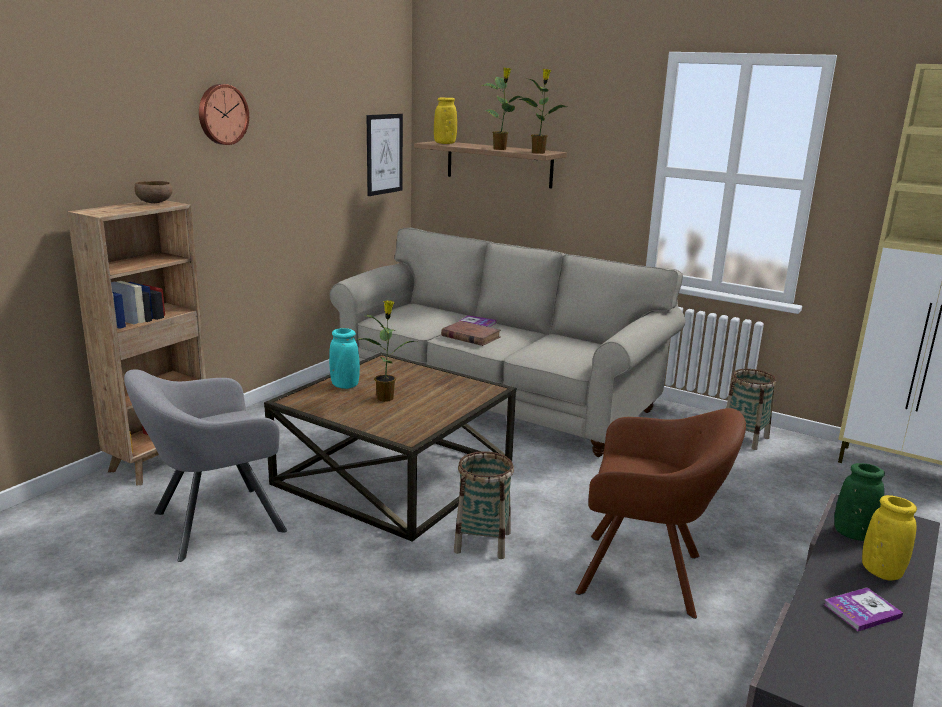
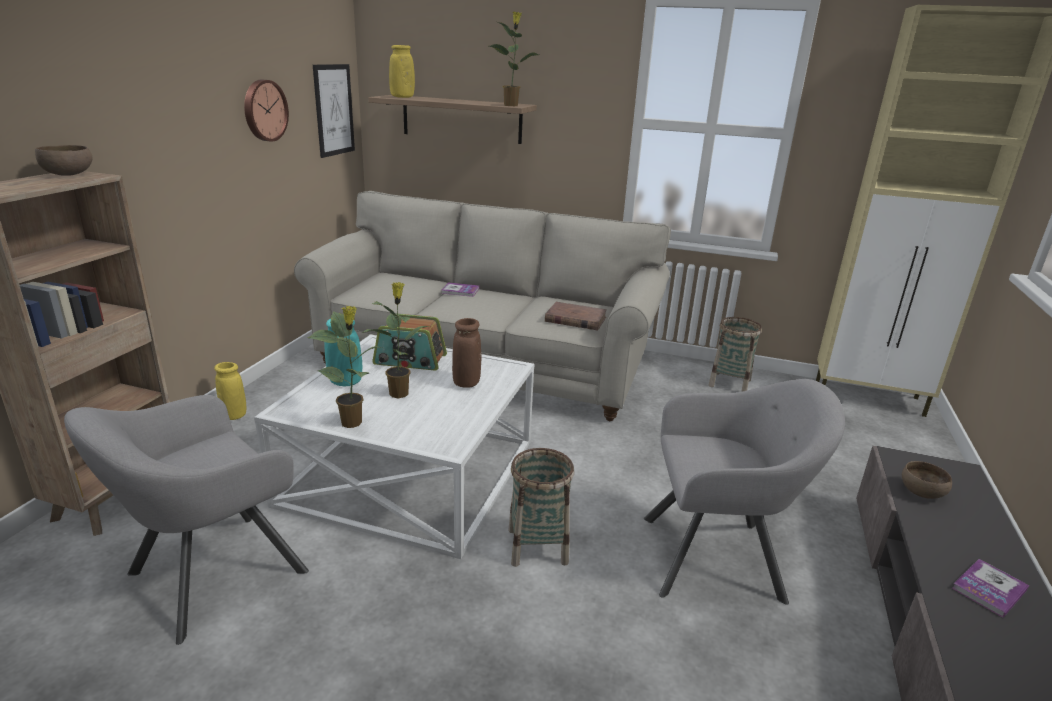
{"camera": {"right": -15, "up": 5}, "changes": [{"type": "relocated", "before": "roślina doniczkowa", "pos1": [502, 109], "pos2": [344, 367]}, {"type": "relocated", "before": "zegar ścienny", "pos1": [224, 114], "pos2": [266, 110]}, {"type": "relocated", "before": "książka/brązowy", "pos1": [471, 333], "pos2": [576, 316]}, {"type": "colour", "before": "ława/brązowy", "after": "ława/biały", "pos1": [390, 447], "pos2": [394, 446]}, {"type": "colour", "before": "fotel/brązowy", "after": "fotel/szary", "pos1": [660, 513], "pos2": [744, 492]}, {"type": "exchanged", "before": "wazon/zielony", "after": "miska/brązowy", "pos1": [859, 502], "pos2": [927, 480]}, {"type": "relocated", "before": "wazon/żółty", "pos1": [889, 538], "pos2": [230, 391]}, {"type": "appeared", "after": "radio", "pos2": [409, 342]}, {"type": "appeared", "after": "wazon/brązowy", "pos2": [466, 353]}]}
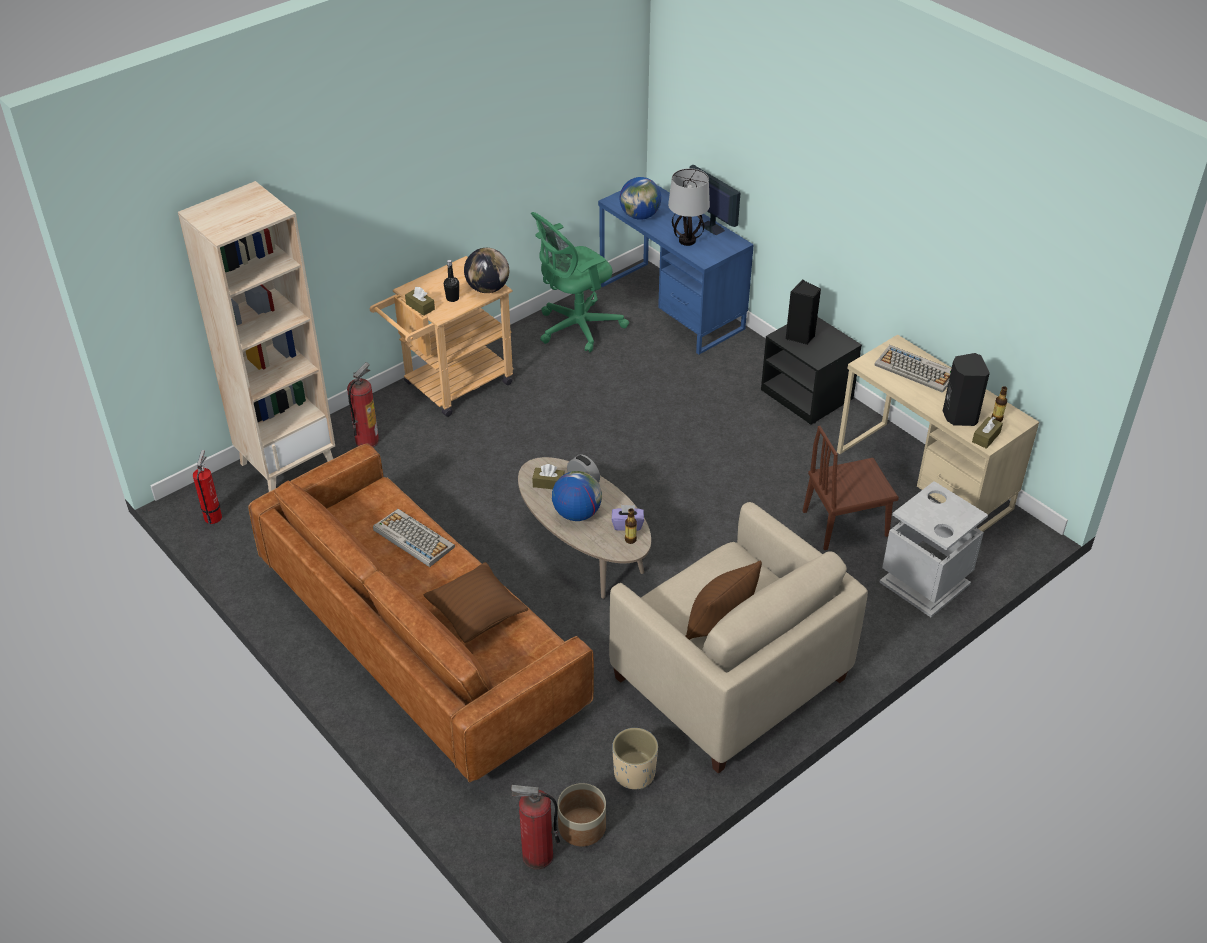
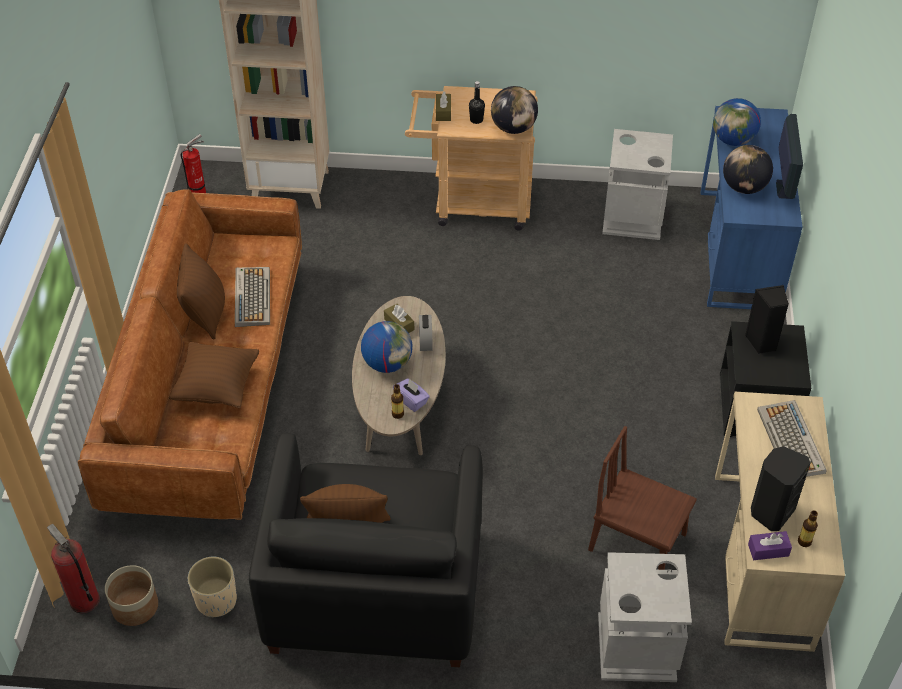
{"camera": {"right": 45, "up": 5}, "changes": [{"type": "exchanged", "before": "lampa stołowa", "after": "globus", "pos1": [689, 207], "pos2": [748, 169]}, {"type": "exchanged", "before": "krzesło biurowe/zielony", "after": "kosz na śmieci/szary", "pos1": [580, 282], "pos2": [637, 184]}, {"type": "missing", "before": "gaśnica", "pos1": [363, 404]}, {"type": "colour", "before": "pudełko chusteczek/brązowy", "after": "pudełko chusteczek/fioletowy", "pos1": [987, 433], "pos2": [770, 545]}, {"type": "colour", "before": "fotel/beżowy", "after": "fotel/czarny", "pos1": [738, 638], "pos2": [366, 550]}, {"type": "appeared", "after": "poduszka/brązowy", "pos2": [201, 291]}]}
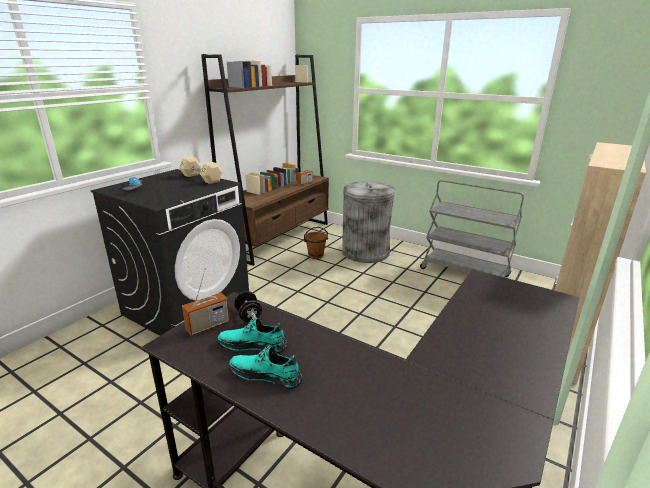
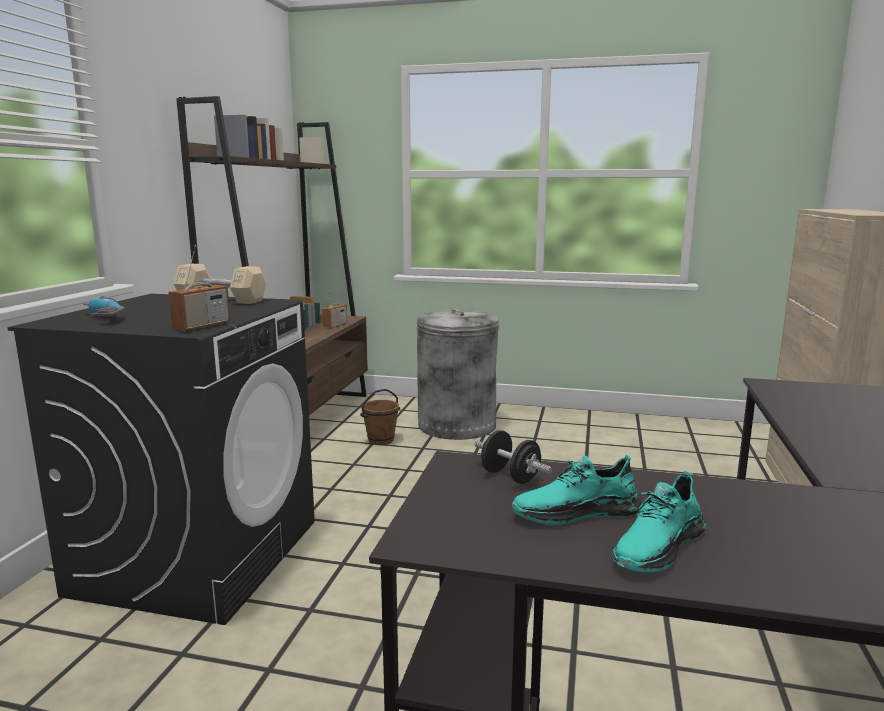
{"camera": {"right": -20, "up": -10}, "changes": [{"type": "missing", "before": "wózek/szary", "pos1": [472, 228]}, {"type": "relocated", "before": "radio", "pos1": [206, 302], "pos2": [199, 288]}, {"type": "spun", "before": "but/turkusowy", "pos1": [266, 367], "pos2": [659, 521], "turn": -45}]}
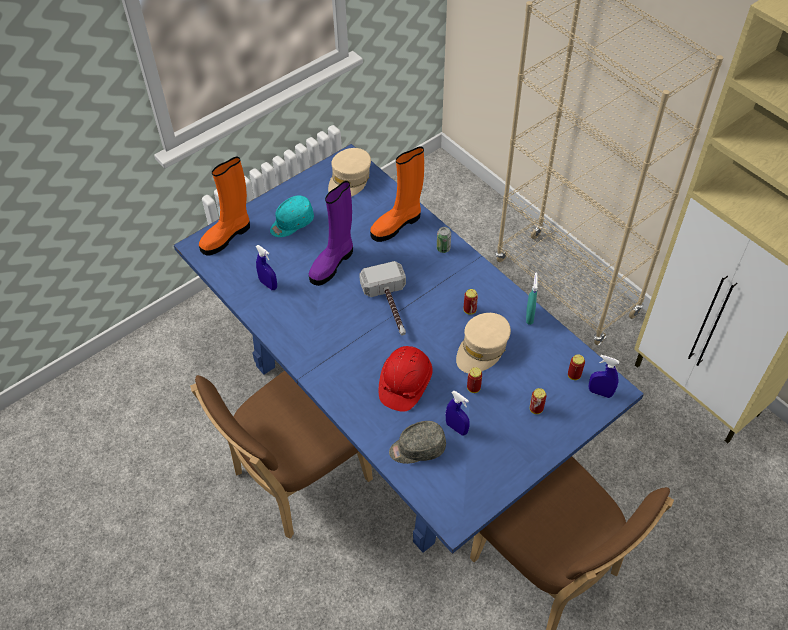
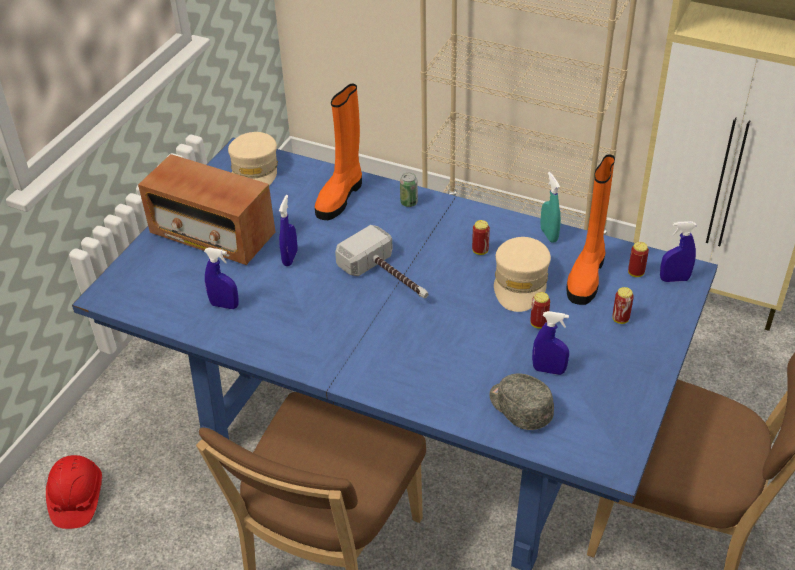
{"camera": {"right": -25, "up": -10}, "changes": [{"type": "relocated", "before": "but z cholewką/pomarańczowy", "pos1": [224, 206], "pos2": [590, 229]}, {"type": "exchanged", "before": "but z cholewką/fioletowy", "after": "spryskiwacz/niebieski", "pos1": [331, 233], "pos2": [288, 230]}, {"type": "exchanged", "before": "czapka z daszkiem/turkusowy", "after": "radio", "pos1": [292, 216], "pos2": [207, 209]}, {"type": "relocated", "before": "kask/czerwony", "pos1": [406, 379], "pos2": [74, 492]}, {"type": "spun", "before": "czapka z daszkiem/szary", "pos1": [417, 442], "pos2": [522, 401], "turn": 90}]}
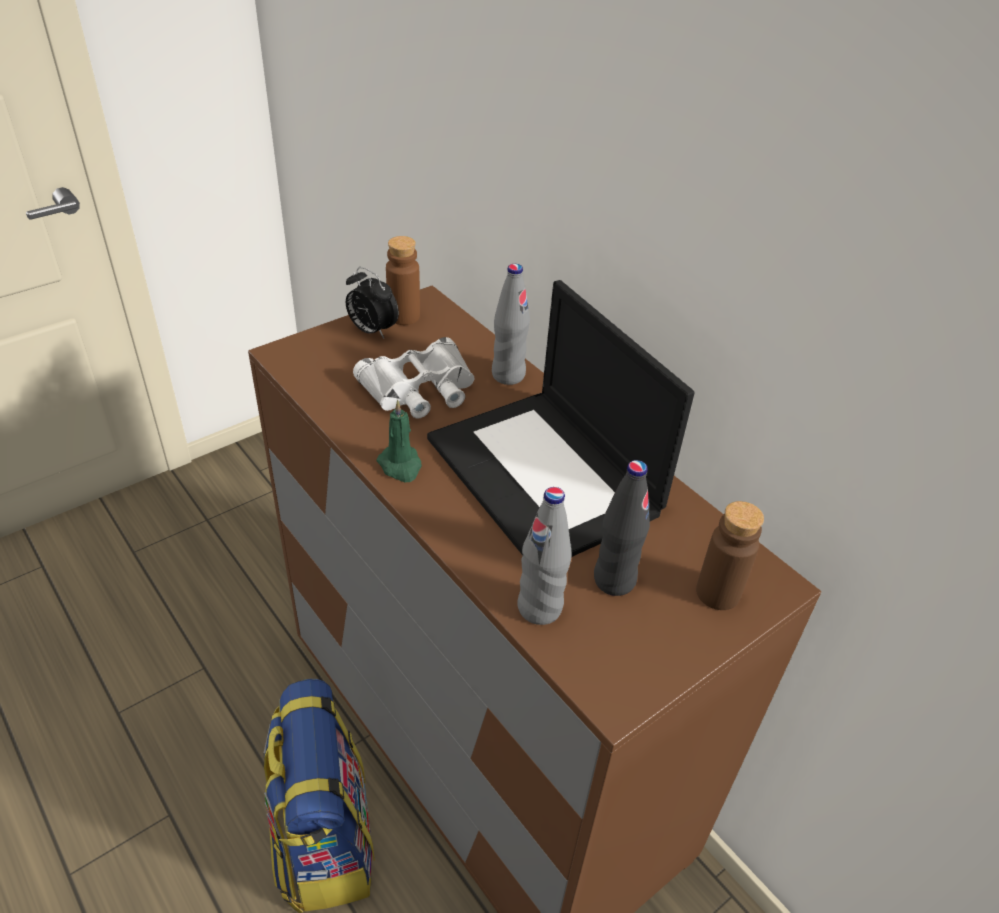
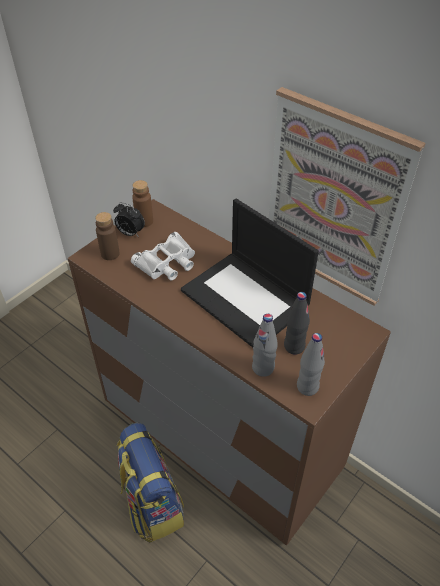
{"camera": {"right": -10, "up": 5}, "changes": [{"type": "relocated", "before": "butelka/szary", "pos1": [511, 324], "pos2": [311, 364]}, {"type": "missing", "before": "świeca/zielony", "pos1": [399, 441]}, {"type": "relocated", "before": "butelka/brązowy", "pos1": [730, 555], "pos2": [107, 236]}, {"type": "appeared", "after": "obraz", "pos2": [346, 196]}]}
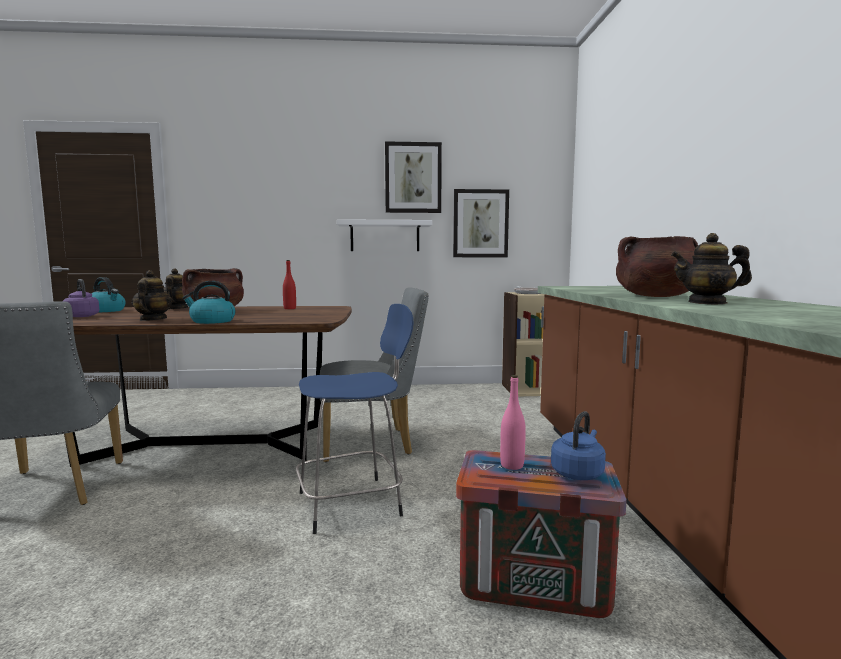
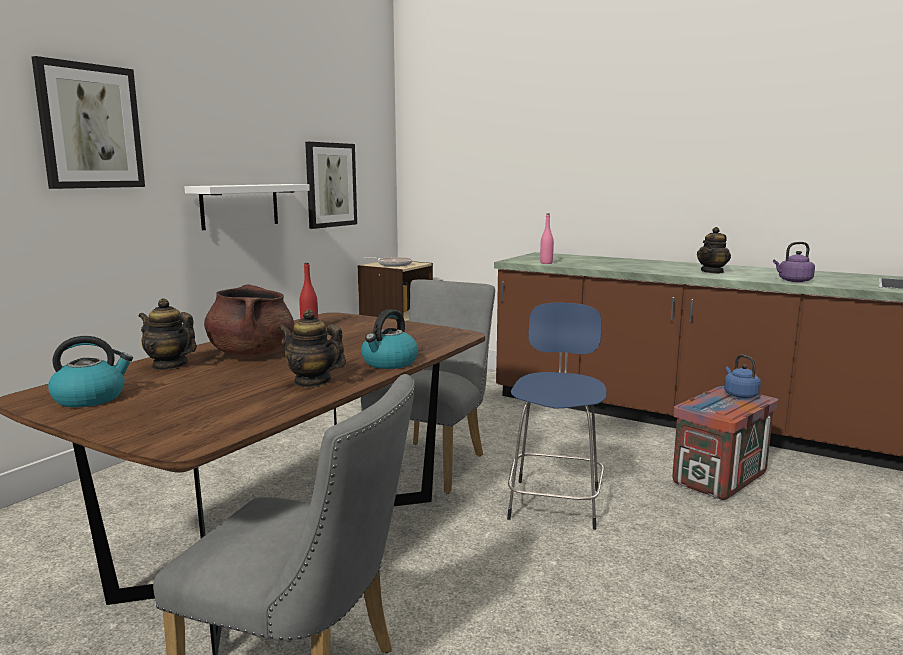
{"camera": {"right": -55, "up": 5}, "changes": [{"type": "relocated", "before": "obraz", "pos1": [413, 177], "pos2": [88, 122]}, {"type": "missing", "before": "garnek/brązowy", "pos1": [657, 266]}, {"type": "relocated", "before": "czajnik/fioletowy", "pos1": [81, 298], "pos2": [794, 262]}, {"type": "relocated", "before": "butelka/różowy", "pos1": [513, 422], "pos2": [547, 239]}]}
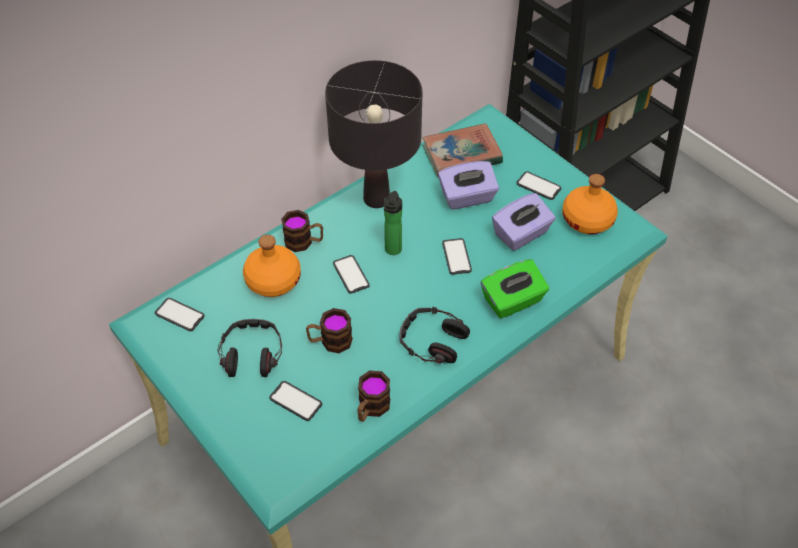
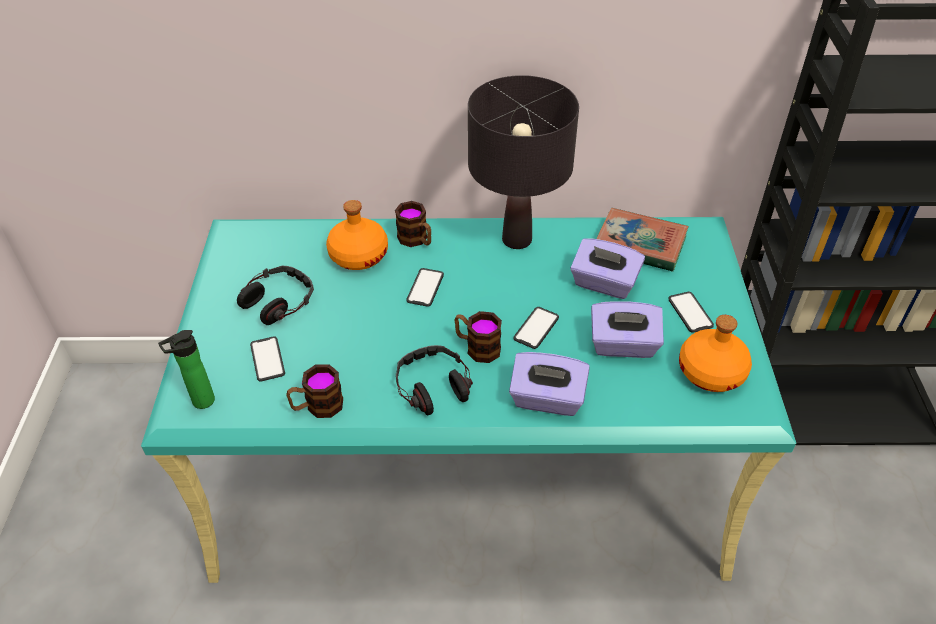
{"camera": {"right": 40, "up": -5}, "changes": [{"type": "relocated", "before": "butelka", "pos1": [393, 223], "pos2": [186, 369]}, {"type": "colour", "before": "pudełko chusteczek/zielony", "after": "pudełko chusteczek/fioletowy", "pos1": [515, 288], "pos2": [549, 384]}, {"type": "missing", "before": "telefon", "pos1": [180, 314]}, {"type": "relocated", "before": "kubek", "pos1": [329, 330], "pos2": [478, 337]}]}
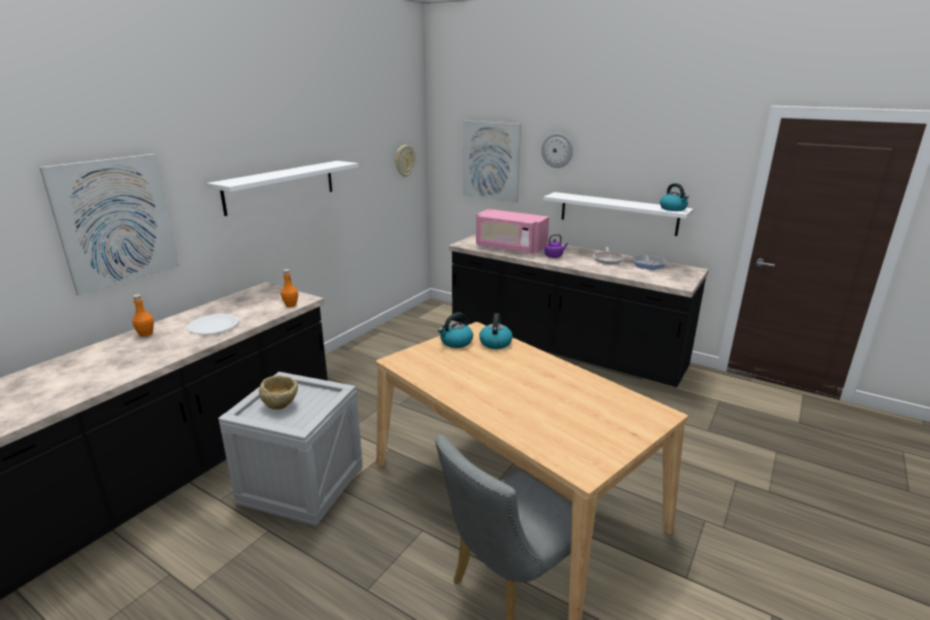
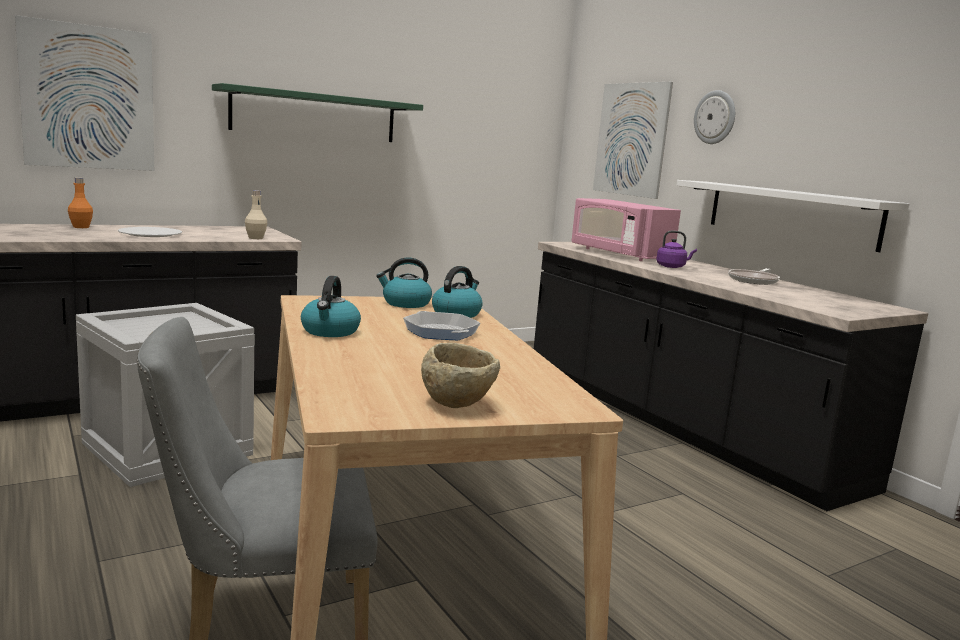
{"camera": {"right": 25, "up": -10}, "changes": [{"type": "missing", "before": "zegar ścienny", "pos1": [405, 161]}, {"type": "colour", "before": "półka/biały", "after": "półka/zielony", "pos1": [283, 188], "pos2": [317, 112]}, {"type": "relocated", "before": "czajnik", "pos1": [674, 197], "pos2": [331, 306]}, {"type": "relocated", "before": "patelnia", "pos1": [649, 262], "pos2": [441, 325]}, {"type": "colour", "before": "butelka/pomarańczowy", "after": "butelka/beżowy", "pos1": [289, 288], "pos2": [256, 214]}, {"type": "relocated", "before": "miska/beżowy", "pos1": [278, 392], "pos2": [460, 375]}]}
